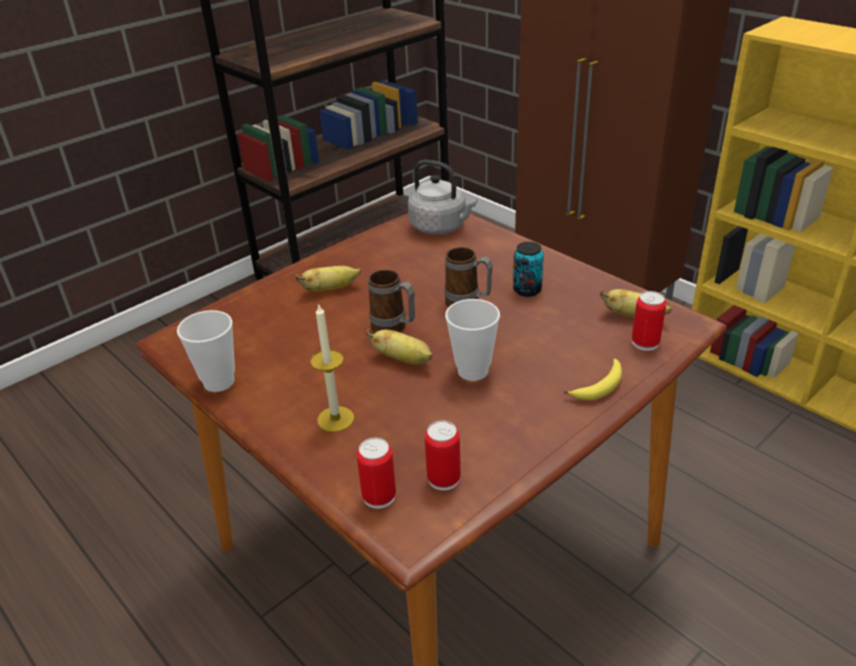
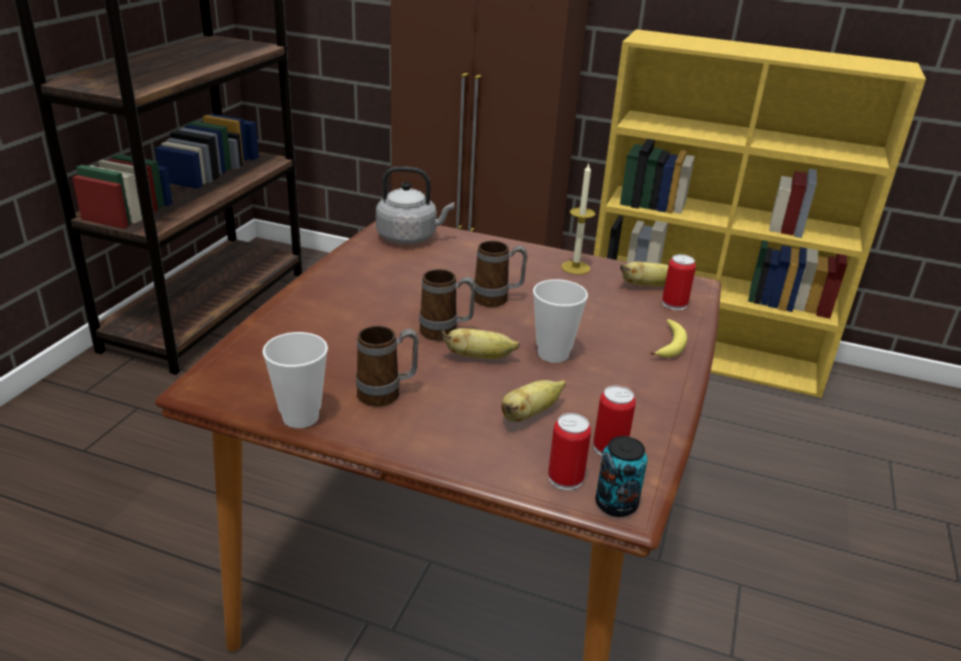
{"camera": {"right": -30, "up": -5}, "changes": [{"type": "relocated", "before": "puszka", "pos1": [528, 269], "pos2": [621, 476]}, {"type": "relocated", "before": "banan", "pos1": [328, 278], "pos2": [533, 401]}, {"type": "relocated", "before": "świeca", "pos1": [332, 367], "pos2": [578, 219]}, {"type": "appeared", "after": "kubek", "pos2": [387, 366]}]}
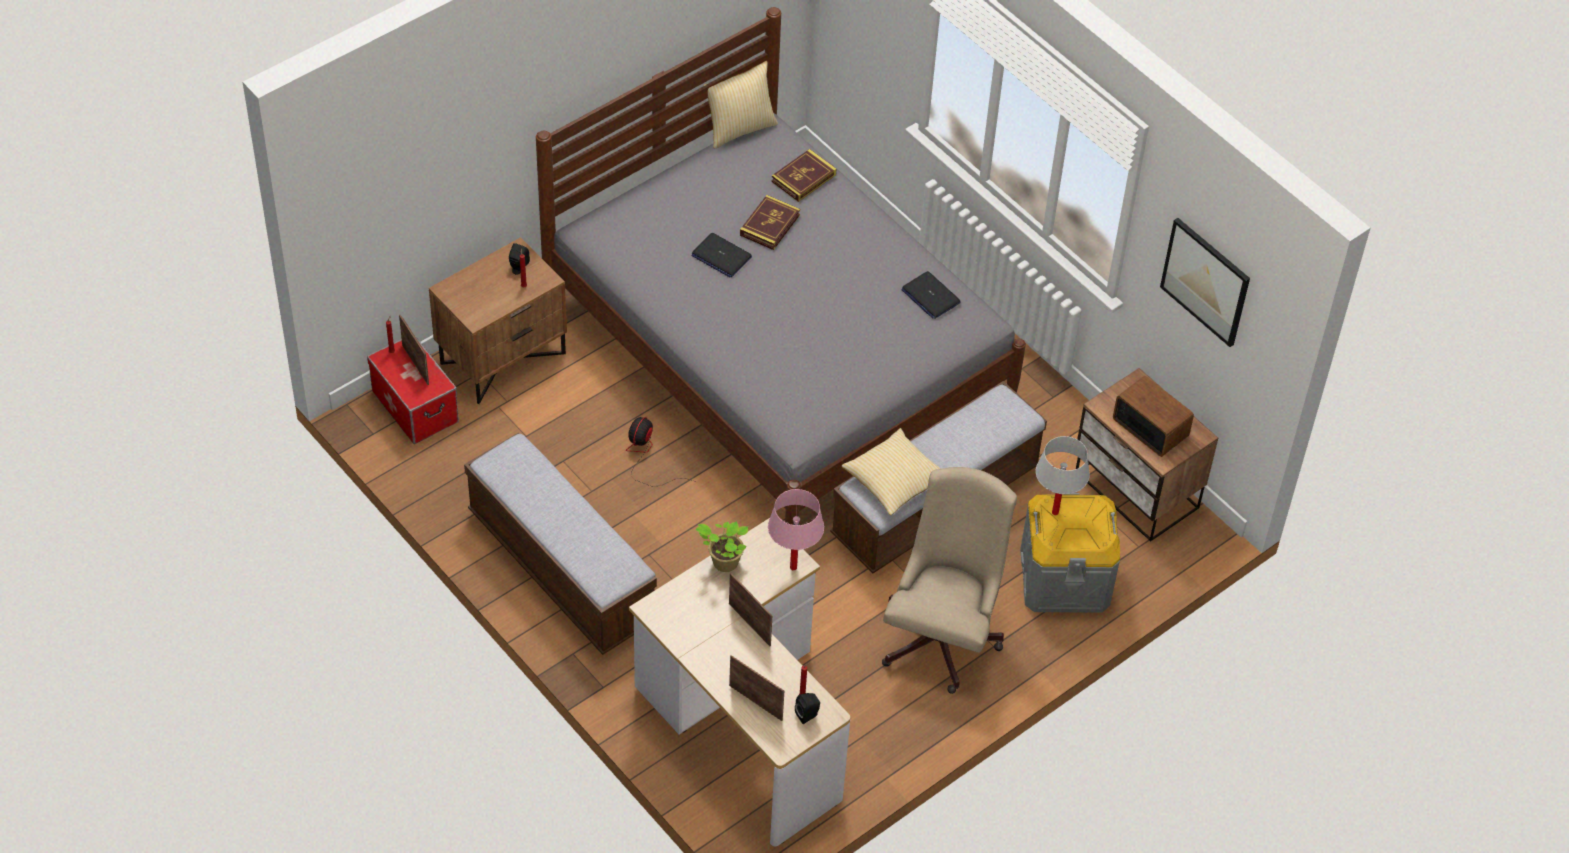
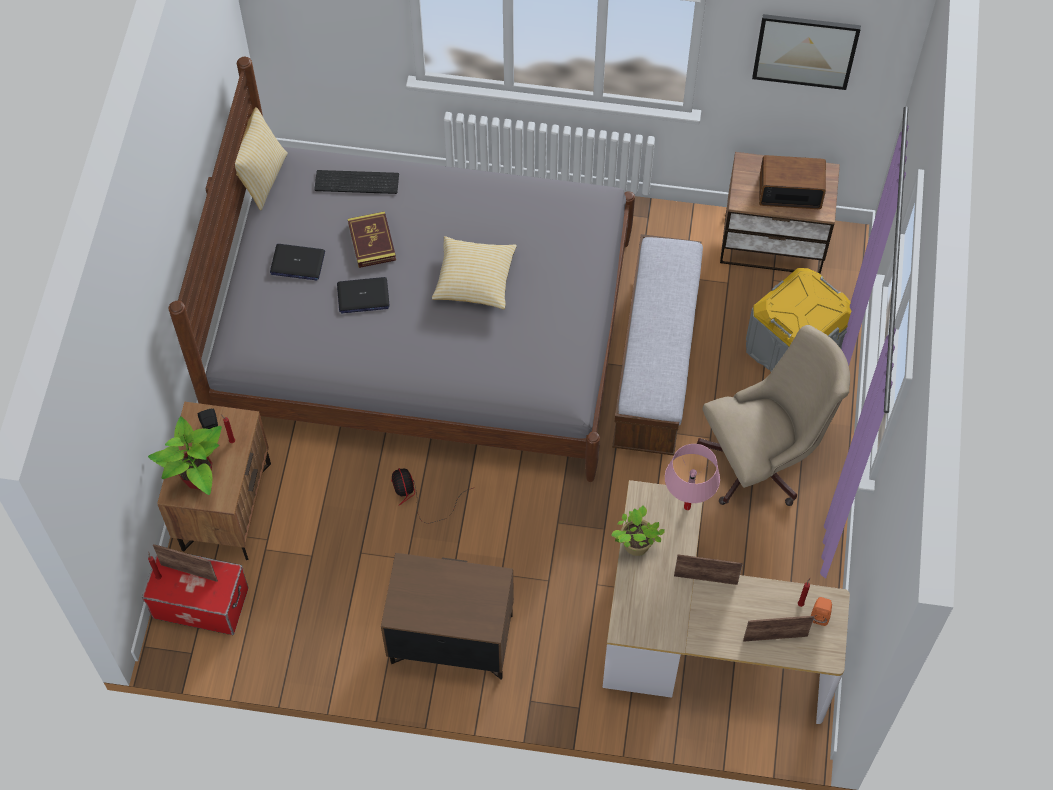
{"camera": {"right": -40, "up": 10}, "changes": [{"type": "exchanged", "before": "książka", "after": "klawiatura", "pos1": [804, 175], "pos2": [356, 182]}, {"type": "relocated", "before": "laptop", "pos1": [931, 295], "pos2": [297, 262]}, {"type": "relocated", "before": "poduszka", "pos1": [891, 471], "pos2": [474, 272]}, {"type": "exchanged", "before": "ławka", "after": "szafka nocna/brązowy", "pos1": [560, 543], "pos2": [447, 616]}, {"type": "missing", "before": "lampa stołowa/biały", "pos1": [1063, 475]}, {"type": "spun", "before": "krzesło biurowe/beżowy", "pos1": [949, 580], "pos2": [773, 415], "turn": 90}, {"type": "colour", "before": "głośnik/czarny", "after": "głośnik/pomarańczowy", "pos1": [807, 708], "pos2": [821, 611]}, {"type": "appeared", "after": "roślina doniczkowa", "pos2": [185, 455]}]}
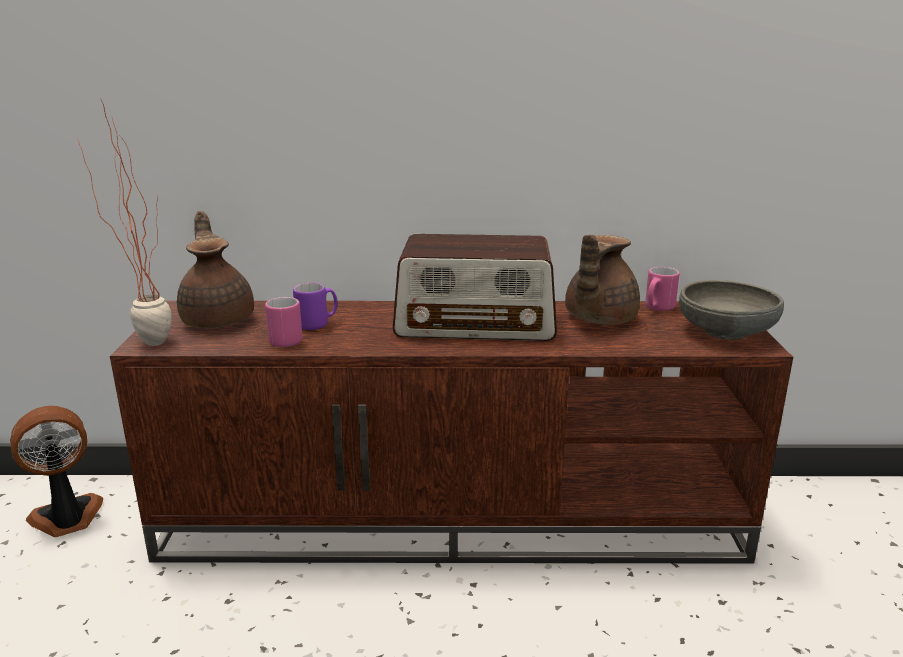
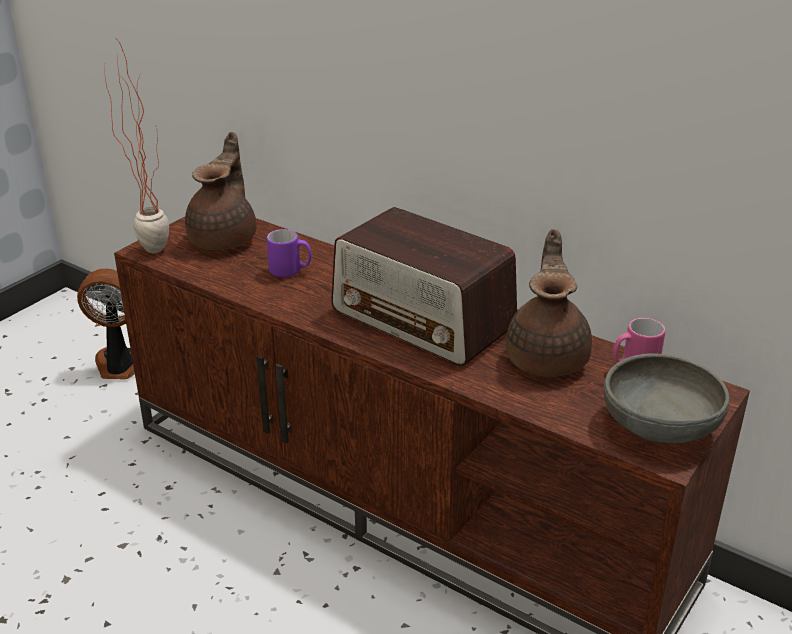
{"camera": {"right": 35, "up": 10}, "changes": [{"type": "spun", "before": "imbryk/brązowy", "pos1": [602, 280], "pos2": [549, 303], "turn": 120}, {"type": "missing", "before": "kubek/różowy", "pos1": [283, 322]}]}
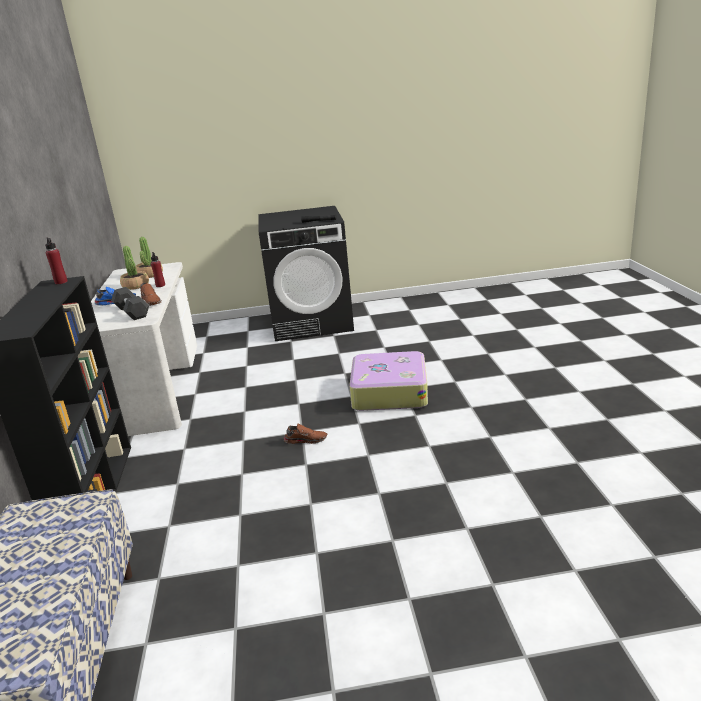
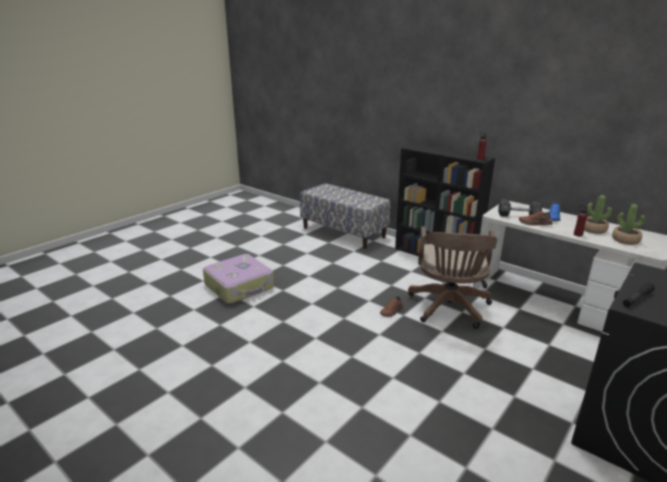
{"camera": {"right": 135, "up": 0}, "changes": [{"type": "relocated", "before": "walizka", "pos1": [388, 381], "pos2": [238, 279]}, {"type": "appeared", "after": "krzesło biurowe/brązowy", "pos2": [452, 277]}]}
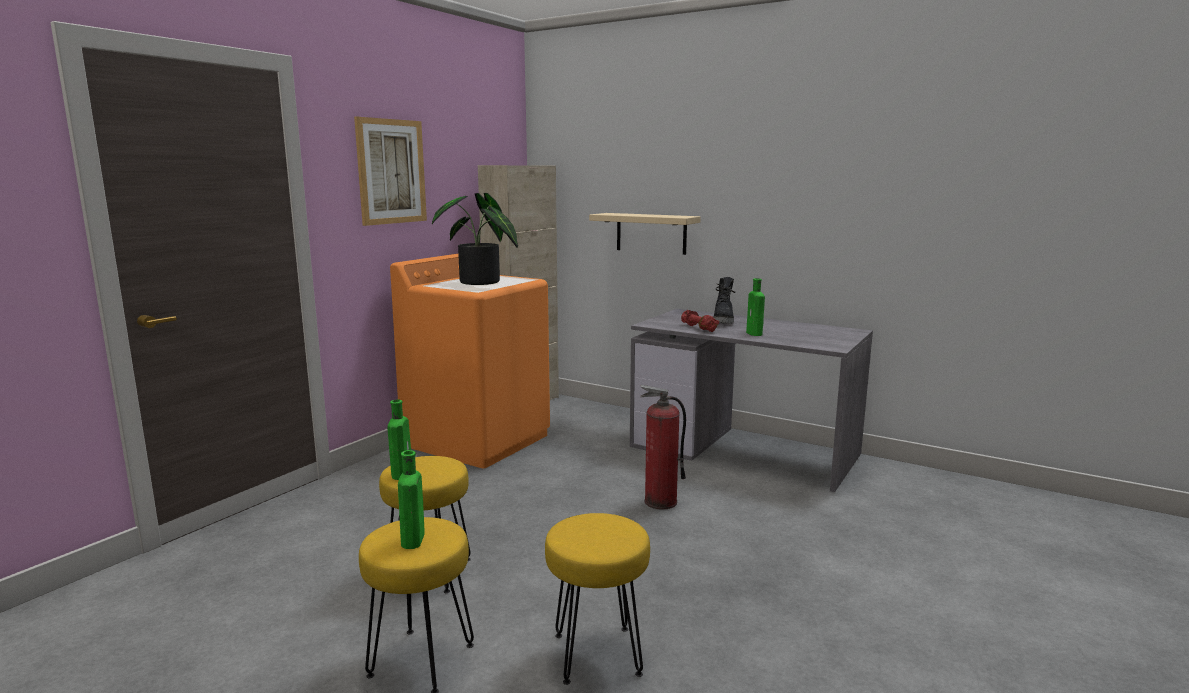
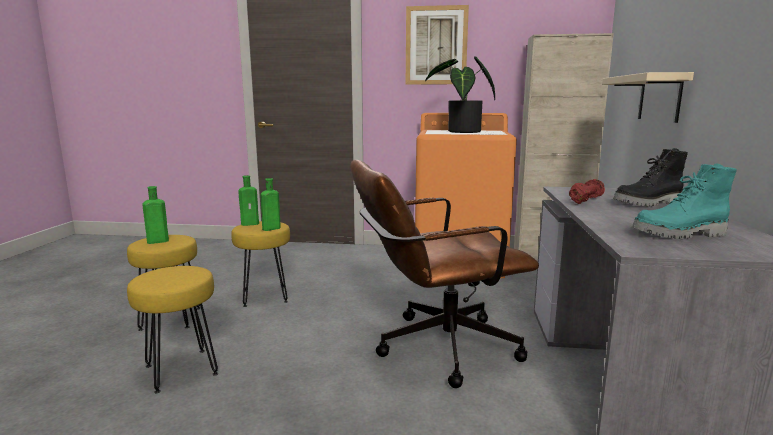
{"camera": {"right": 65, "up": 0}, "changes": [{"type": "relocated", "before": "butelka/zielony", "pos1": [755, 307], "pos2": [270, 204]}, {"type": "exchanged", "before": "gaśnica", "after": "krzesło biurowe/brązowy", "pos1": [663, 447], "pos2": [444, 274]}, {"type": "appeared", "after": "but z cholewką/turkusowy", "pos2": [684, 201]}]}
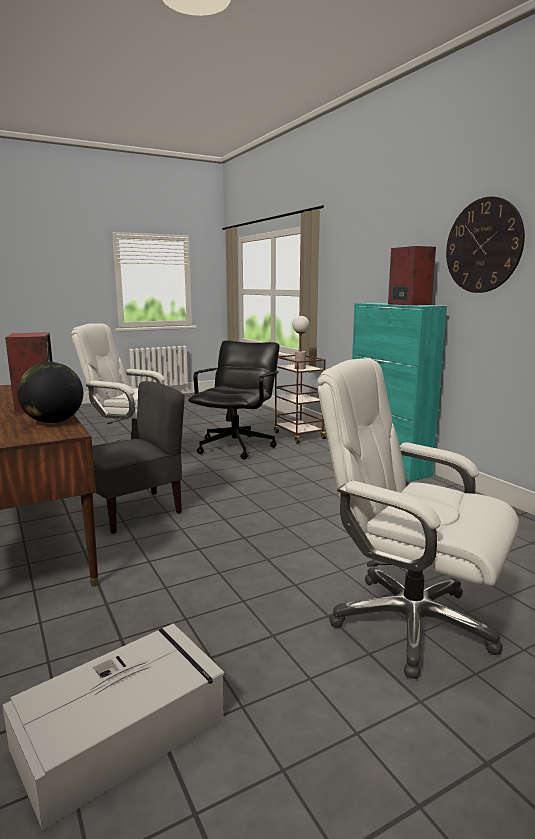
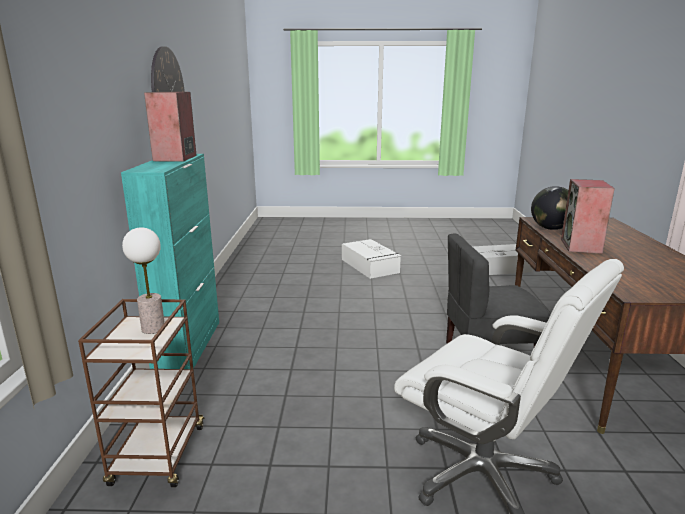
{"camera": {"right": -150, "up": 5}, "changes": [{"type": "missing", "before": "krzesło biurowe/czarny", "pos1": [234, 400]}, {"type": "exchanged", "before": "krzesło biurowe/biały", "after": "pojemnik do przechowywania/biały", "pos1": [418, 518], "pos2": [371, 259]}]}
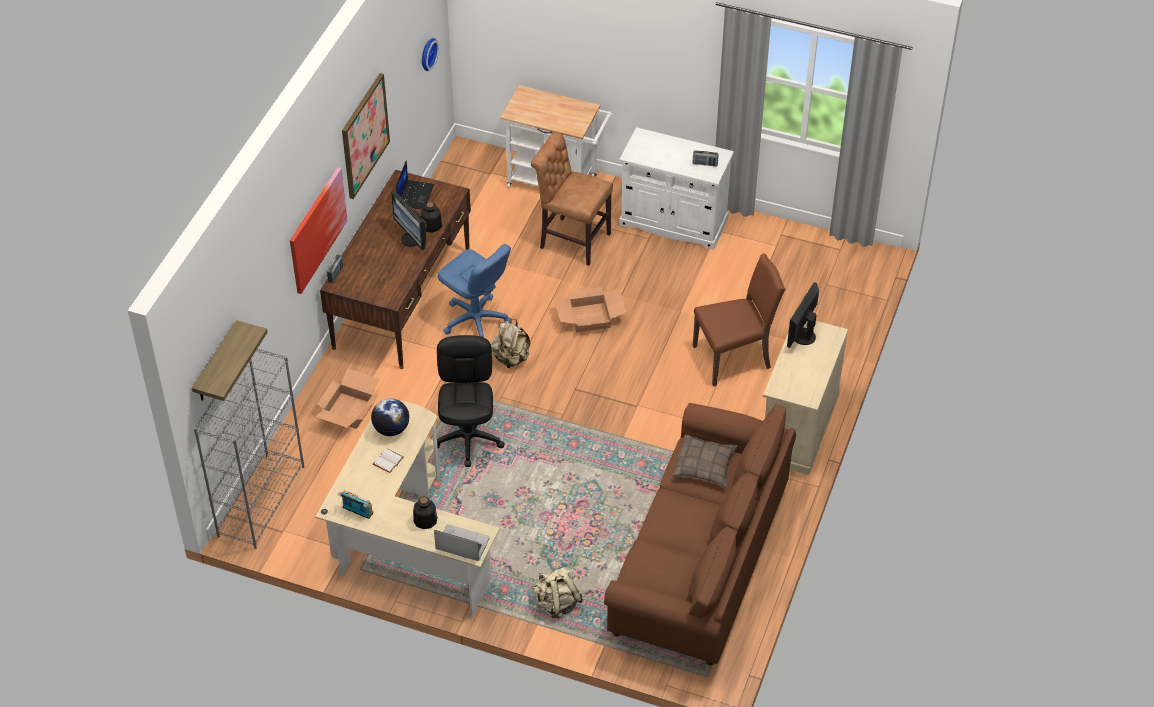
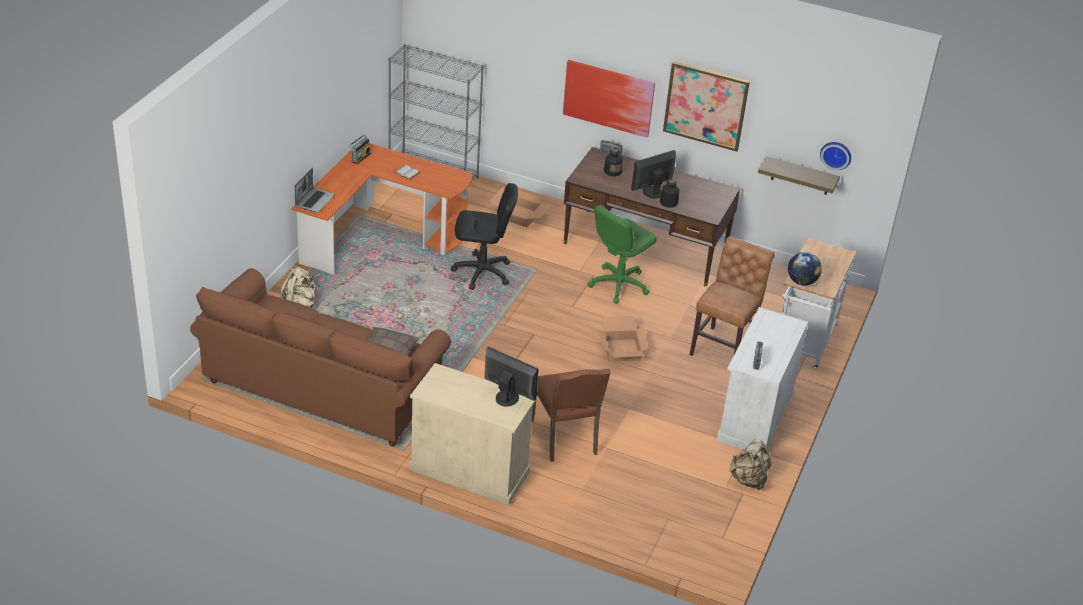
{"camera": {"right": 90, "up": -10}, "changes": [{"type": "missing", "before": "laptop", "pos1": [415, 185]}, {"type": "colour", "before": "krzesło biurowe/niebieski", "after": "krzesło biurowe/zielony", "pos1": [475, 290], "pos2": [622, 254]}, {"type": "relocated", "before": "plecak/beżowy", "pos1": [510, 343], "pos2": [750, 464]}, {"type": "relocated", "before": "półka", "pos1": [230, 360], "pos2": [799, 175]}, {"type": "relocated", "before": "globus", "pos1": [390, 417], "pos2": [805, 268]}, {"type": "colour", "before": "biurko/beżowy", "after": "biurko/pomarańczowy", "pos1": [407, 509], "pos2": [381, 207]}, {"type": "relocated", "before": "butelka", "pos1": [425, 512], "pos2": [613, 162]}]}
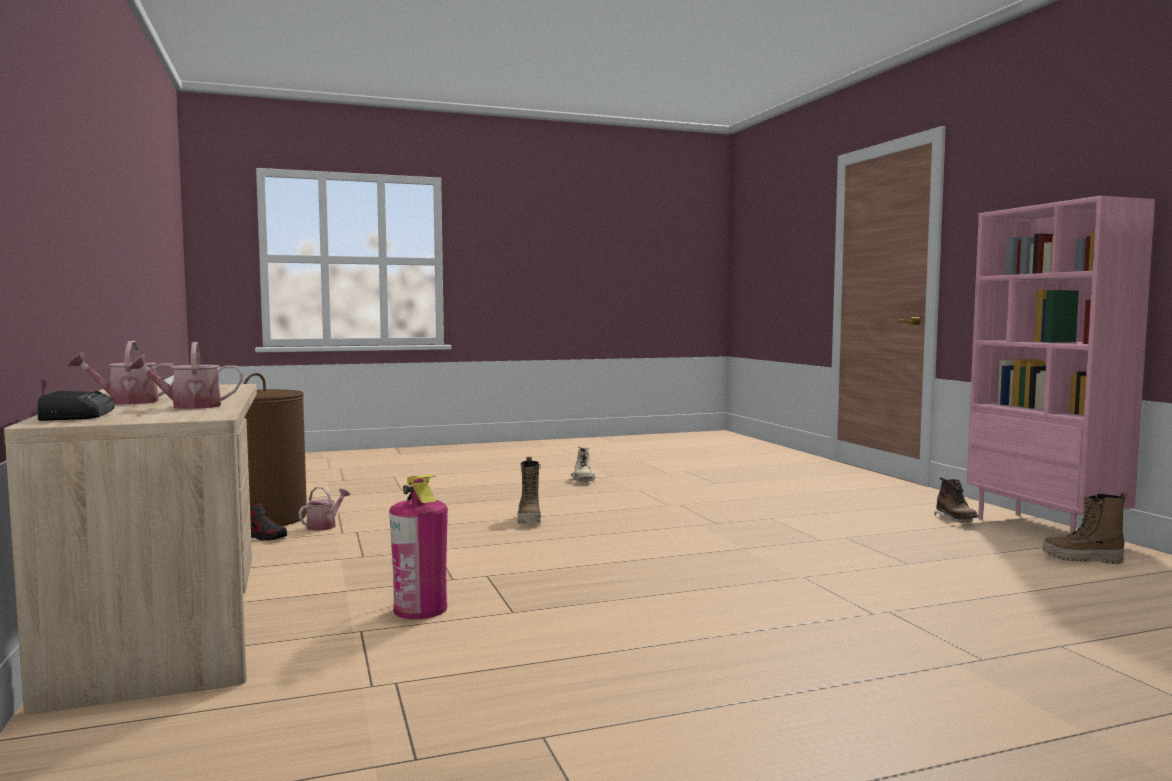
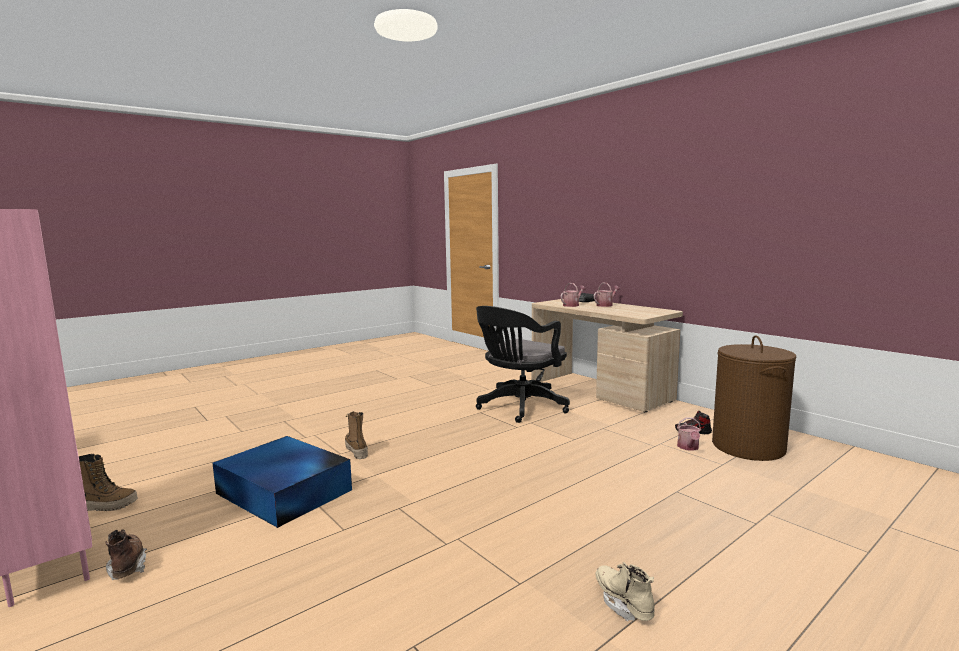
{"camera": {"right": 160, "up": 5}, "changes": [{"type": "relocated", "before": "but z cholewką", "pos1": [529, 490], "pos2": [356, 435]}, {"type": "exchanged", "before": "gaśnica", "after": "krzesło biurowe/czarny", "pos1": [418, 546], "pos2": [523, 364]}, {"type": "appeared", "after": "pojemnik do przechowywania/niebieski", "pos2": [282, 482]}]}
